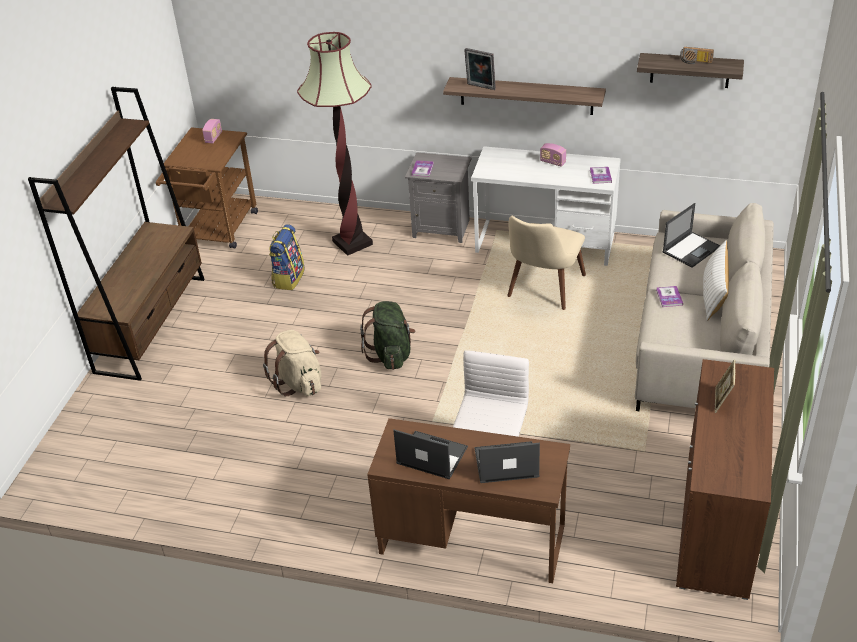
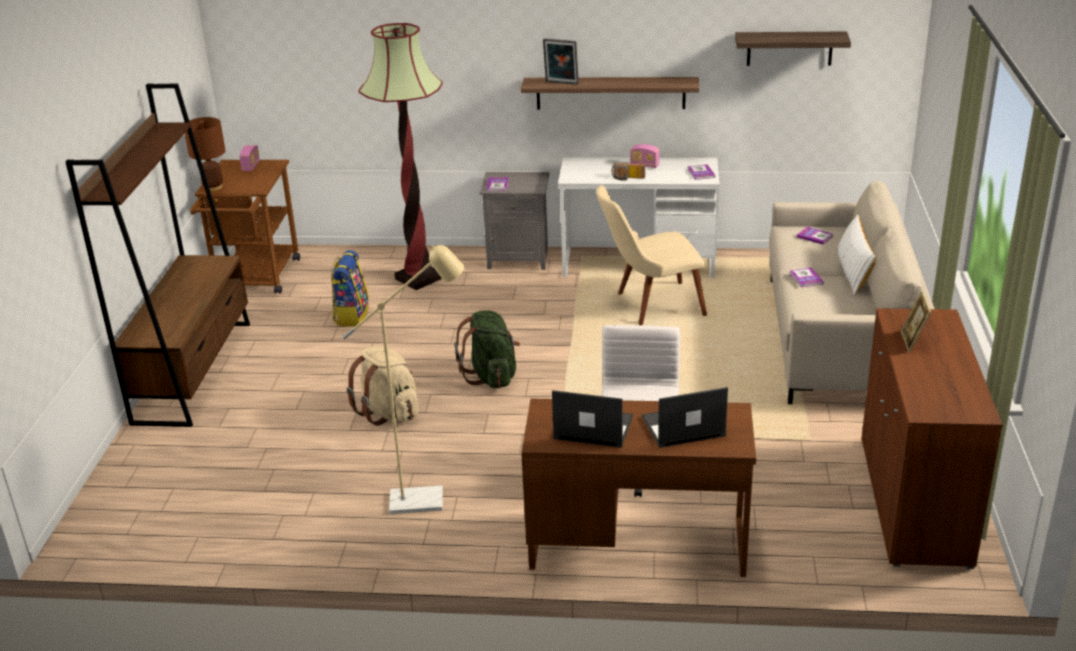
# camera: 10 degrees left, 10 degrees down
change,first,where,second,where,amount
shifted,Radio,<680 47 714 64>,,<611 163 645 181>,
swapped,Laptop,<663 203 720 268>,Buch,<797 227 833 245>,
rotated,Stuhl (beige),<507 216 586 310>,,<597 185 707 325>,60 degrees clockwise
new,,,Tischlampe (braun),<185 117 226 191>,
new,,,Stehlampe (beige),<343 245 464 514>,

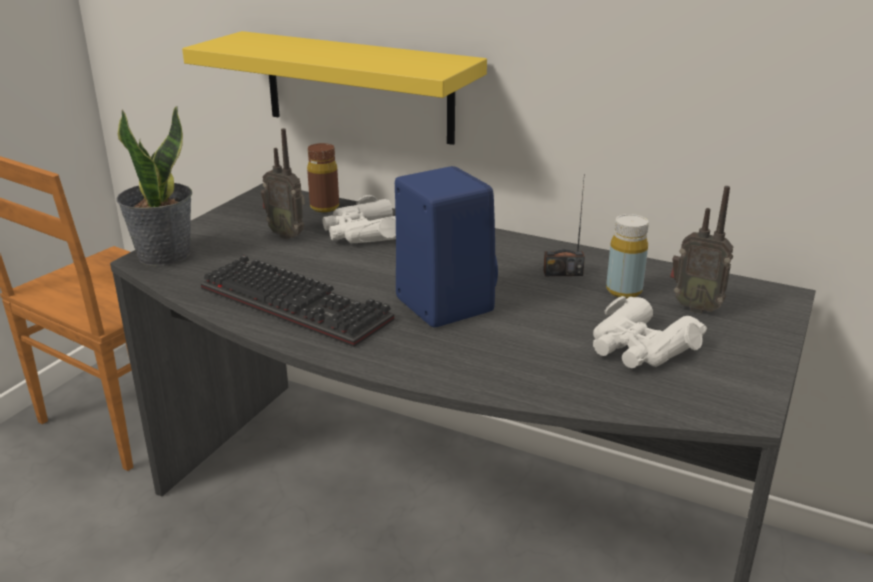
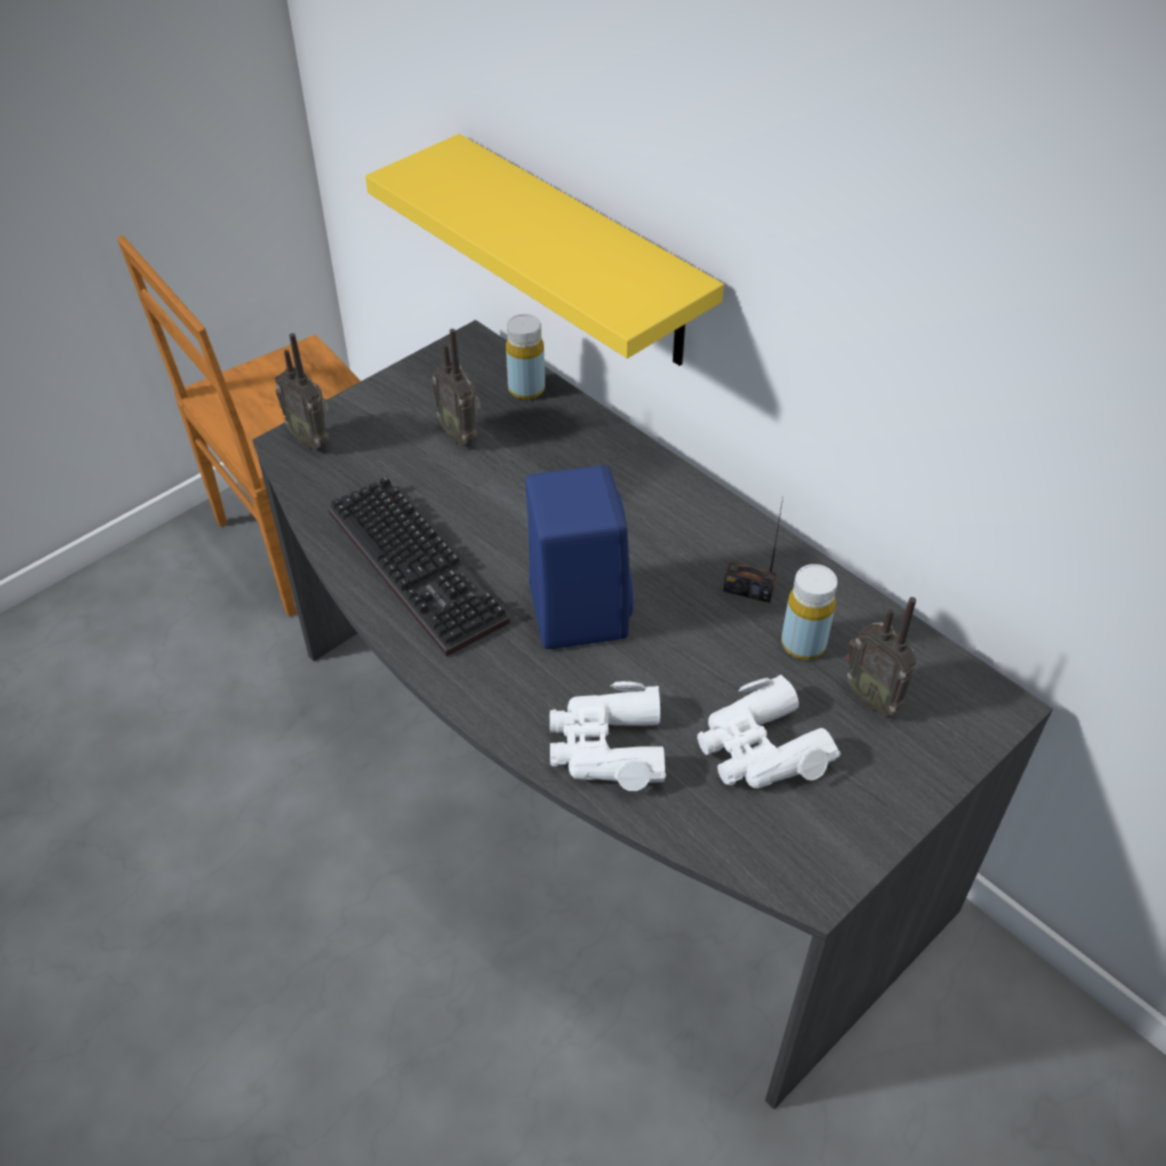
# camera: 20 degrees right, 20 degrees up
change,first,where,second,where,amount
swapped,Topfpflanze,<116 106 192 266>,Radio,<275 333 329 450>,
repainted,Flasche (braun),<307 143 339 212>,Flasche (gelb),<506 314 545 400>,
shifted,Fernglas (weiß),<322 195 396 243>,,<550 681 666 791>,

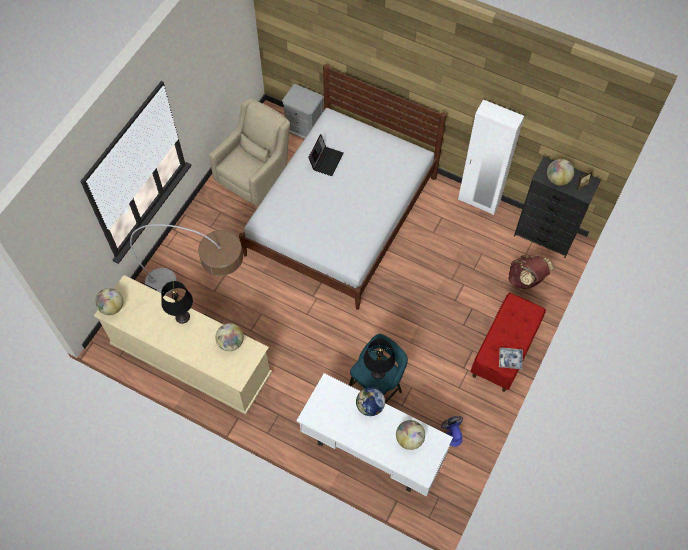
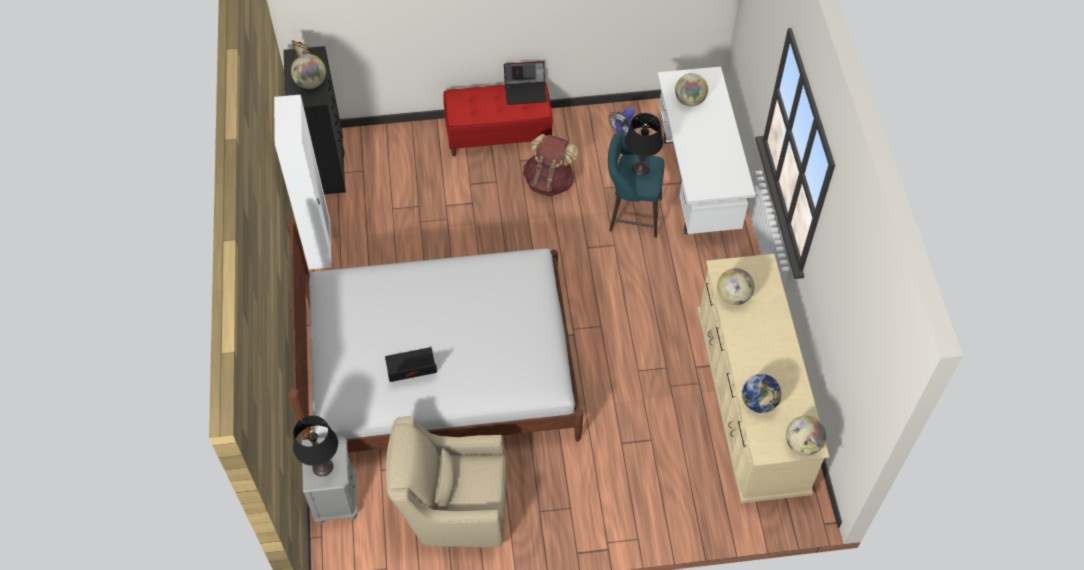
# camera: 125 degrees left, 5 degrees down
change,first,where,second,where,amount
gone,Stehlampe,<130 224 243 296>,,,
shifted,Rucksack (braun),<508 255 555 289>,,<523 134 578 197>,
shifted,Tischlampe (schwarz),<161 281 193 324>,,<293 415 338 477>,
swapped,Tablett,<499 347 523 370>,Laptop,<504 61 547 105>,
shifted,Globus,<356 387 385 416>,,<742 374 782 413>,

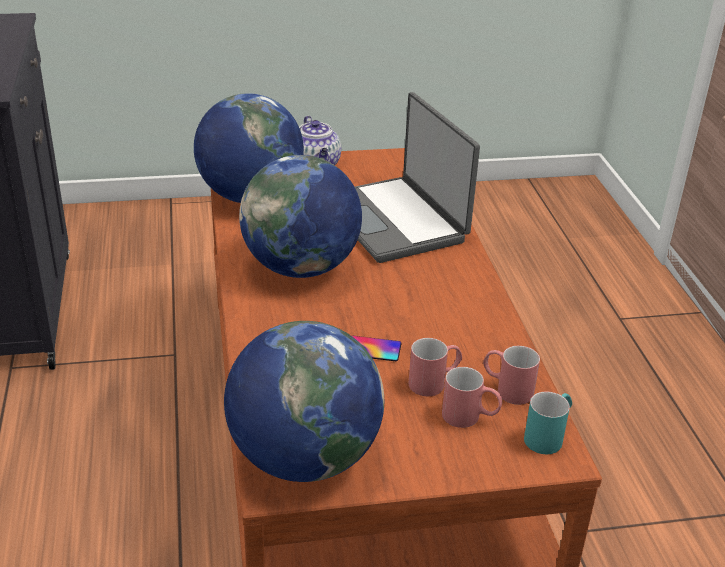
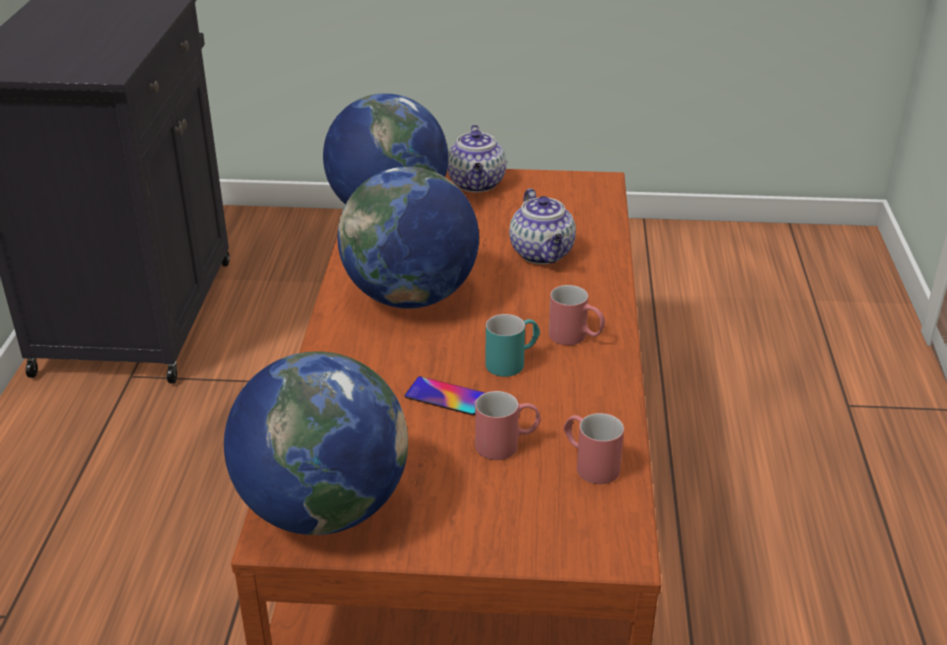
# camera: 15 degrees right, 0 degrees up
change,first,where,second,where,amount
swapped,Laptop,<355 92 480 263>,Teekanne,<509 189 576 264>,
shifted,Henkelbecher (rot),<442 367 502 428>,,<549 285 605 345>,
shifted,Henkelbecher (türkis),<524 392 572 454>,,<485 314 540 377>,

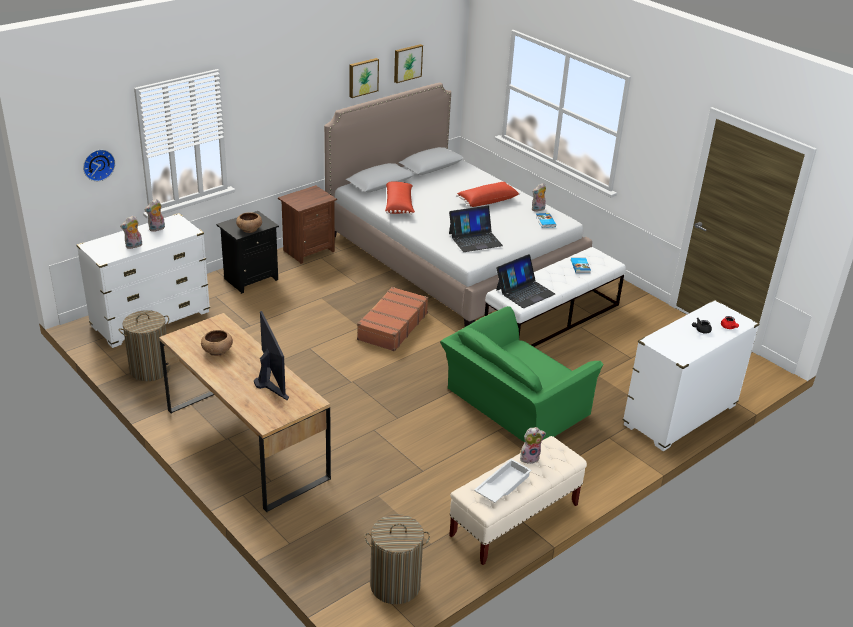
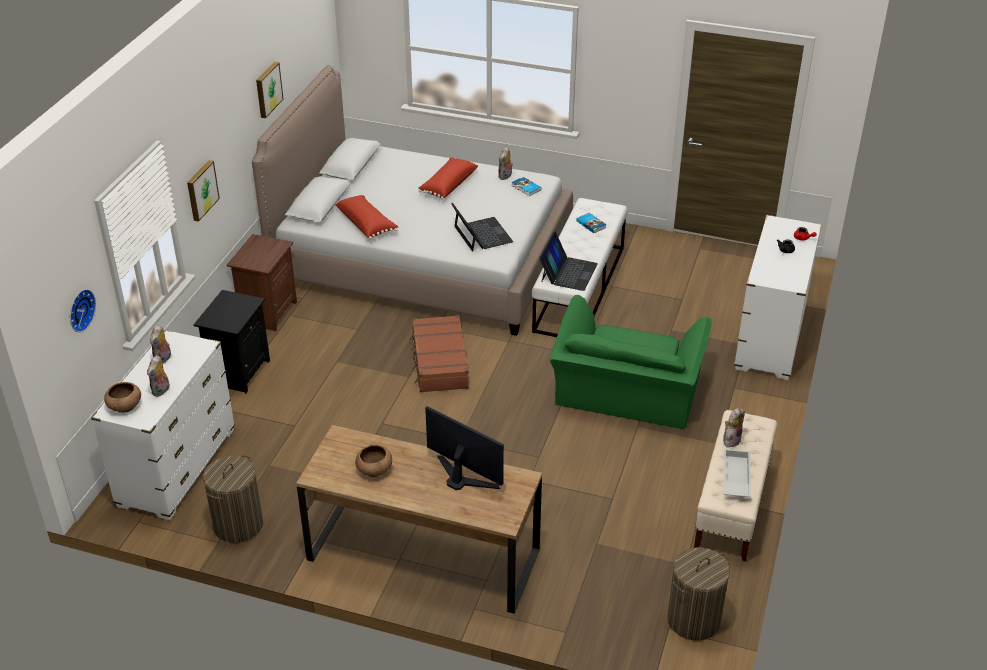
# camera: 30 degrees left, 5 degrees up
change,first,where,second,where,amount
shifted,Bild,<394 44 423 83>,,<187 160 220 222>,
rotated,Laptop,<449 206 503 252>,,<451 203 513 252>,60 degrees counterclockwise
shifted,Schüssel (braun),<236 212 262 233>,,<104 382 141 413>,

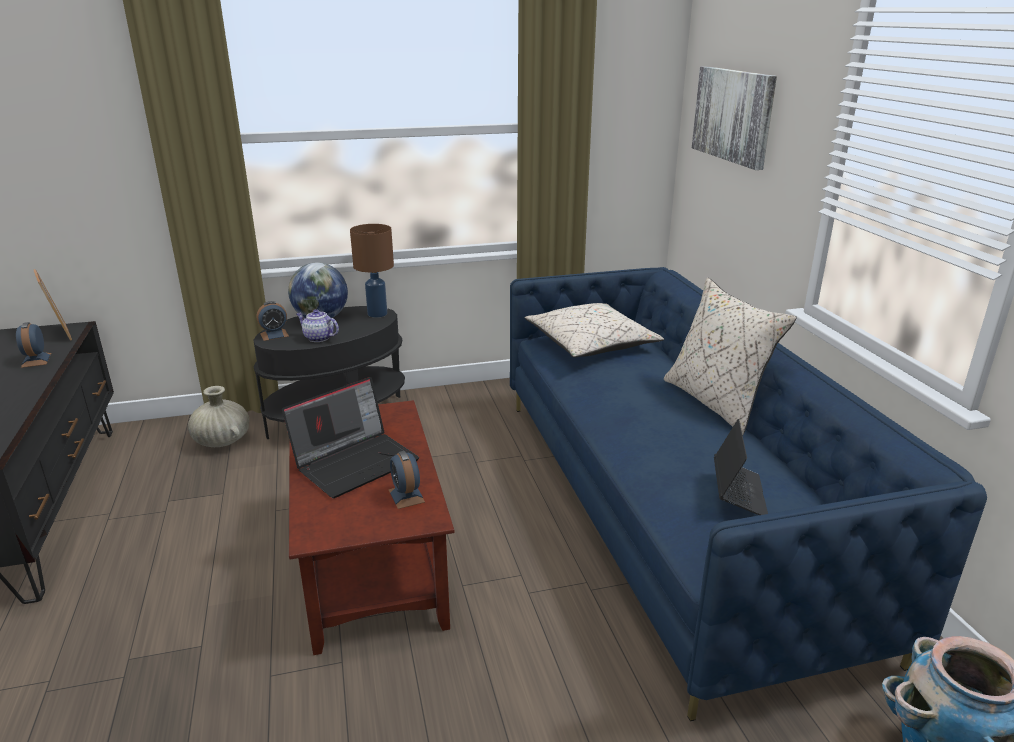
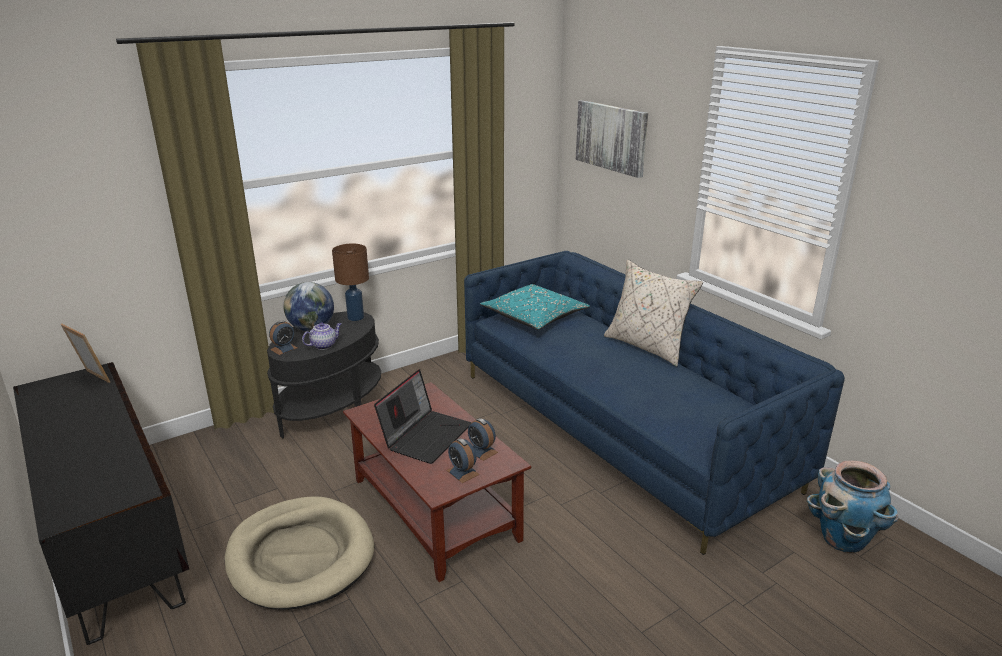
# camera: 20 degrees left, 0 degrees up
change,first,where,second,where,amount
repainted,Kissen (beige),<525 303 664 358>,Kissen (türkis),<480 284 590 330>,
rotated,Teekanne,<297 309 339 342>,,<302 323 341 350>,135 degrees clockwise
shifted,Wecker,<16 322 51 368>,,<446 438 479 483>,
gone,Vase (beige),<188 386 249 447>,,,
gone,Laptop,<714 419 768 515>,,,
new,,,Hundebett (beige),<224 496 374 609>,

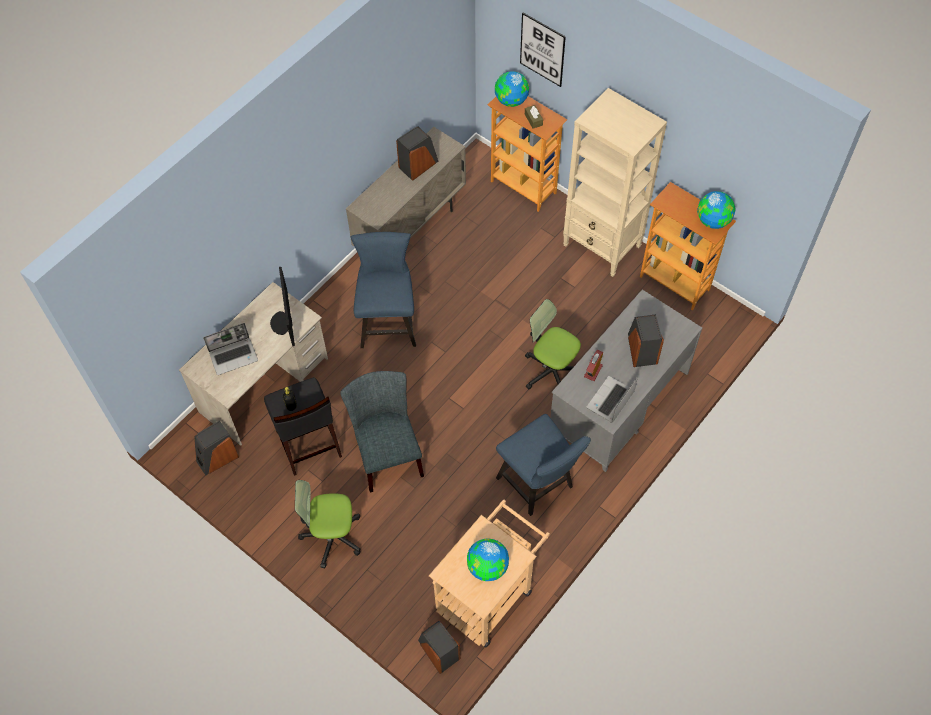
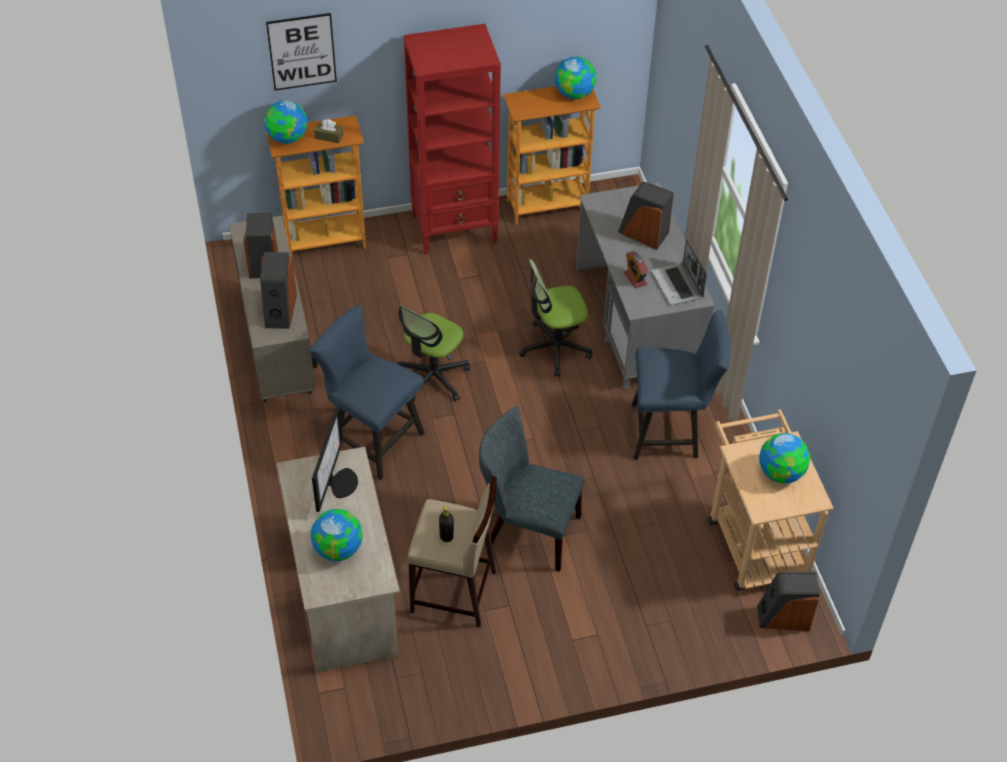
# camera: 55 degrees left, 10 degrees down
change,first,where,second,where,amount
repainted,Bücherregal (beige),<563 88 667 277>,Bücherregal (rot),<404 24 501 254>,
rotated,Monitor,<270 267 295 346>,,<312 406 358 512>,105 degrees counterclockwise
swapped,Laptop,<203 323 258 375>,Globus,<311 509 363 561>,
repainted,Hocker (schwarz),<264 377 342 476>,Hocker (beige),<407 476 497 627>,
shifted,Lautsprecher,<194 420 239 475>,,<260 252 297 329>,
shifted,Bürostuhl,<295 480 360 569>,,<396 305 470 401>,

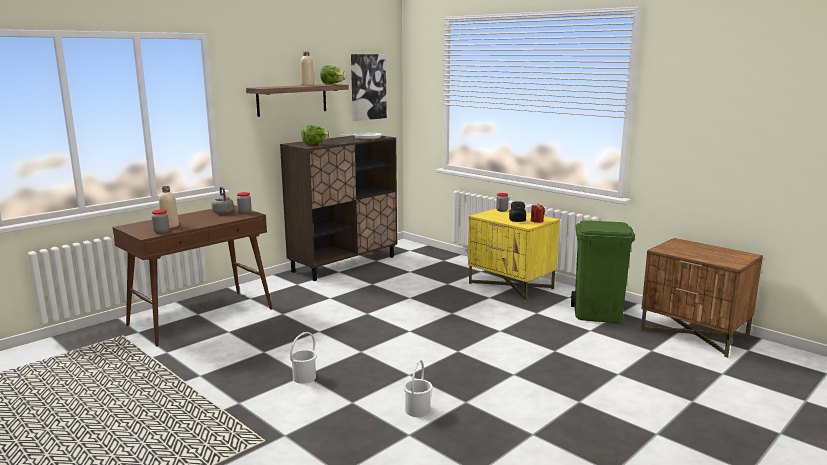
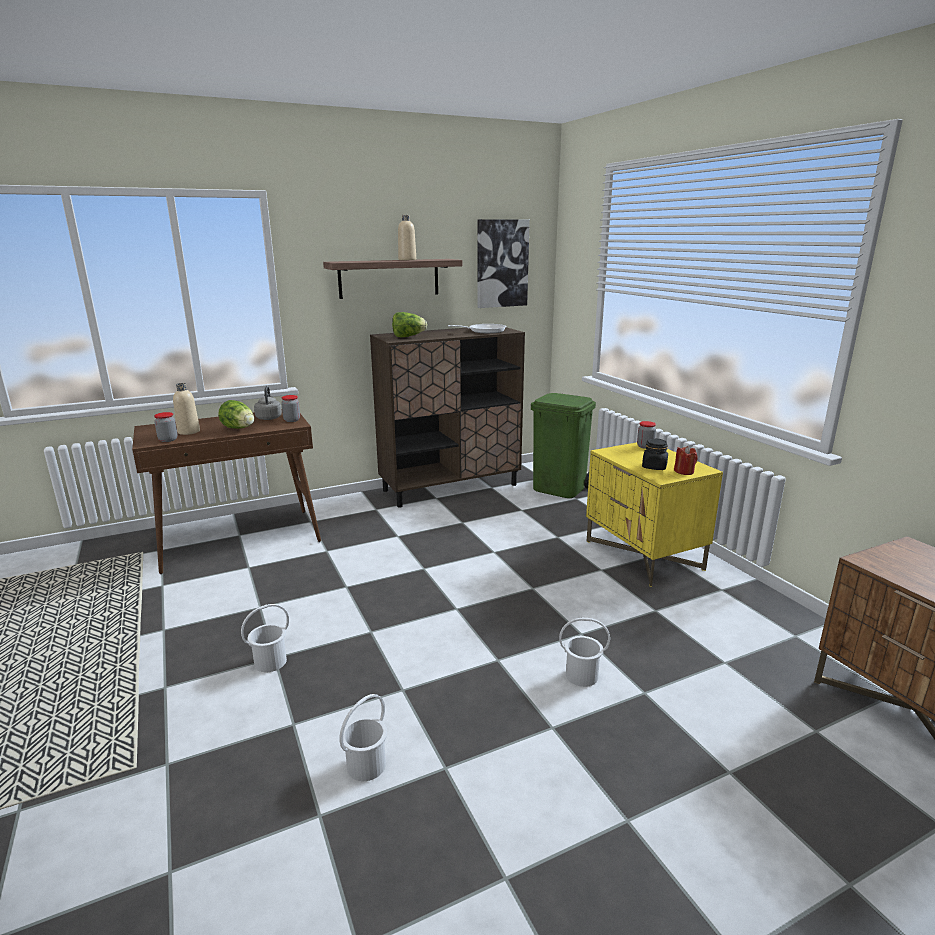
# camera: 20 degrees right, 5 degrees up
change,first,where,second,where,amount
shifted,Salatkopf,<320 65 347 84>,,<218 400 254 429>,
shifted,Mülleimer (grün),<571 220 635 323>,,<531 393 596 498>,
new,,,Eimer (weiß),<559 618 610 687>,

